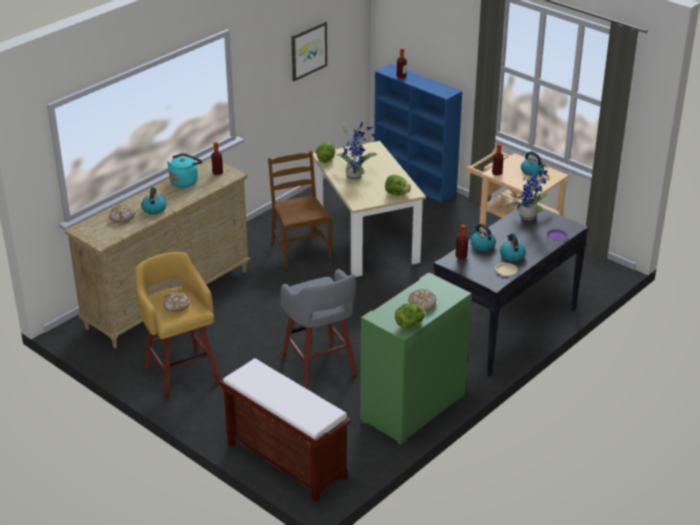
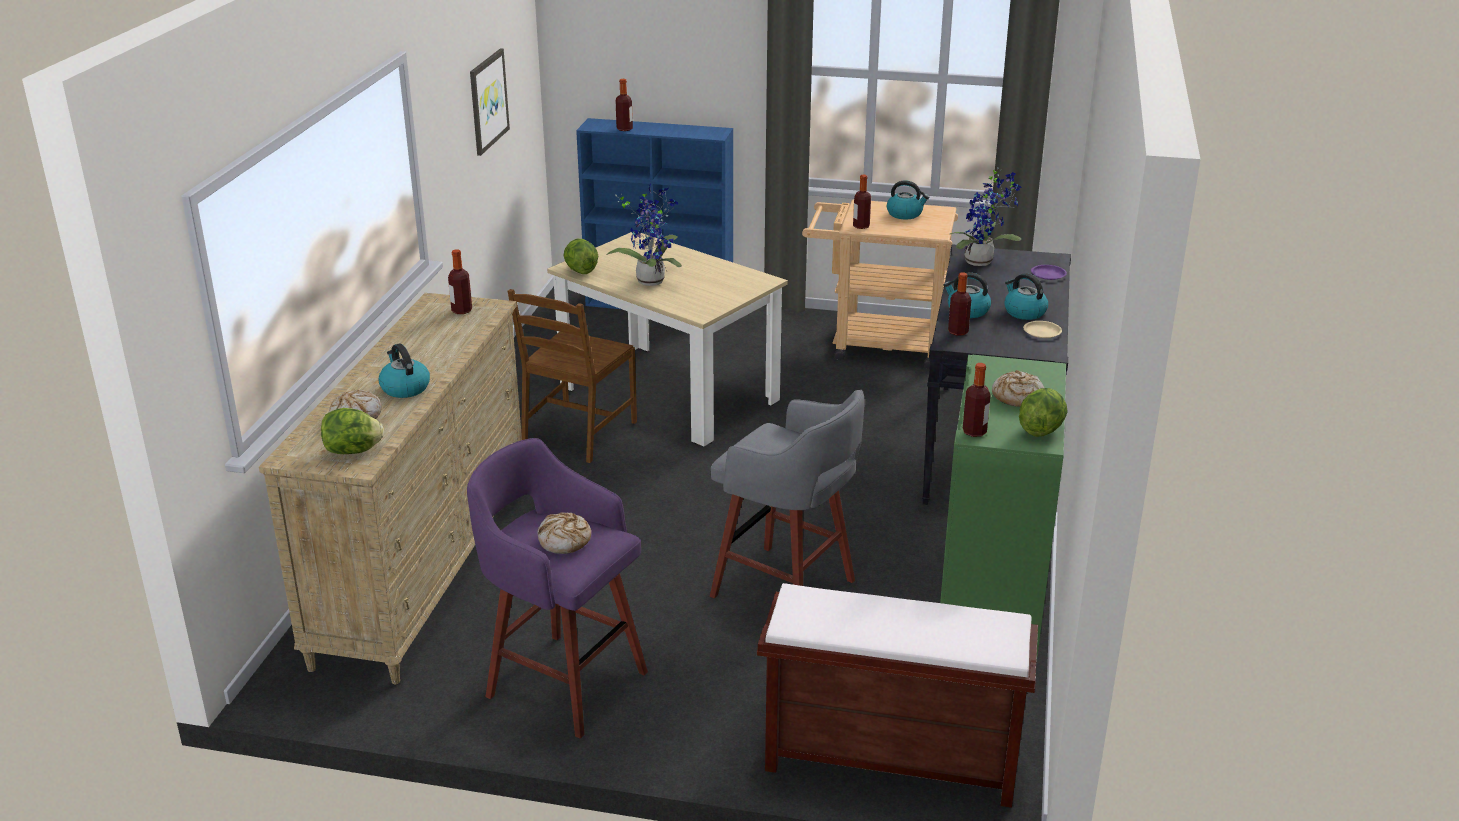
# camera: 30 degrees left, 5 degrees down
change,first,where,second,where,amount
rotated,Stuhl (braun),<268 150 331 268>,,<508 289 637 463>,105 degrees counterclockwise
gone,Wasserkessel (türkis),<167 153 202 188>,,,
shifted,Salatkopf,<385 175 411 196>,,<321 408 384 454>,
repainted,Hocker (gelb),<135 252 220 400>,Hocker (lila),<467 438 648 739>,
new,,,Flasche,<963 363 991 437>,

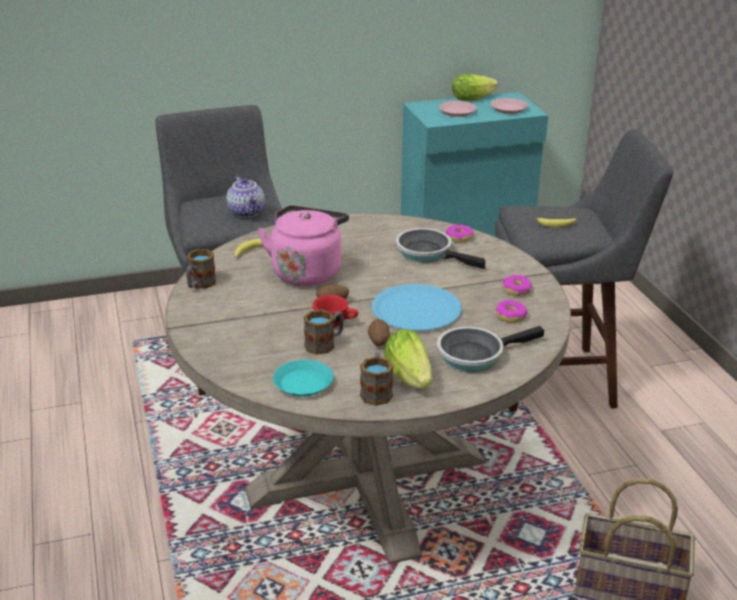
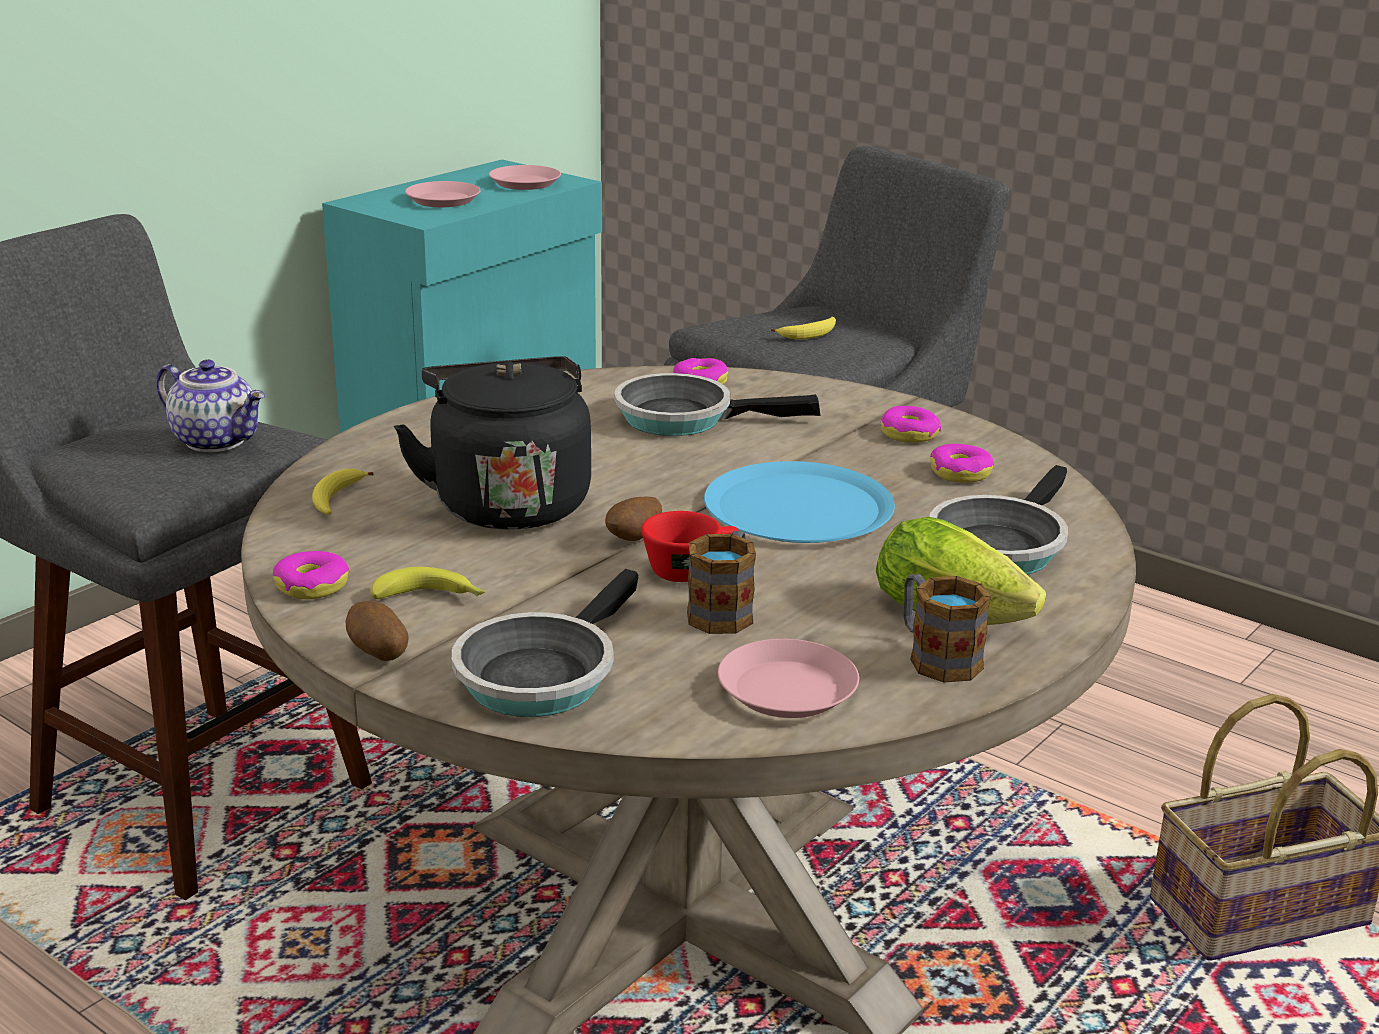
# camera: 35 degrees left, 5 degrees down
change,first,where,second,where,amount
gone,Salatkopf,<452 74 498 101>,,,
repainted,Wasserkessel (rosa),<258 205 349 286>,Wasserkessel (schwarz),<394 356 591 530>,
swapped,Henkelbecher,<186 249 216 288>,Donut,<273 551 350 599>,
shifted,Kartoffel,<368 319 390 346>,,<346 601 408 661>,
repainted,Teller (türkis),<273 360 334 397>,Teller (rosa),<718 639 859 718>,
new,,,Banane,<370 567 485 599>,
new,,,Pfanne,<452 569 639 717>,

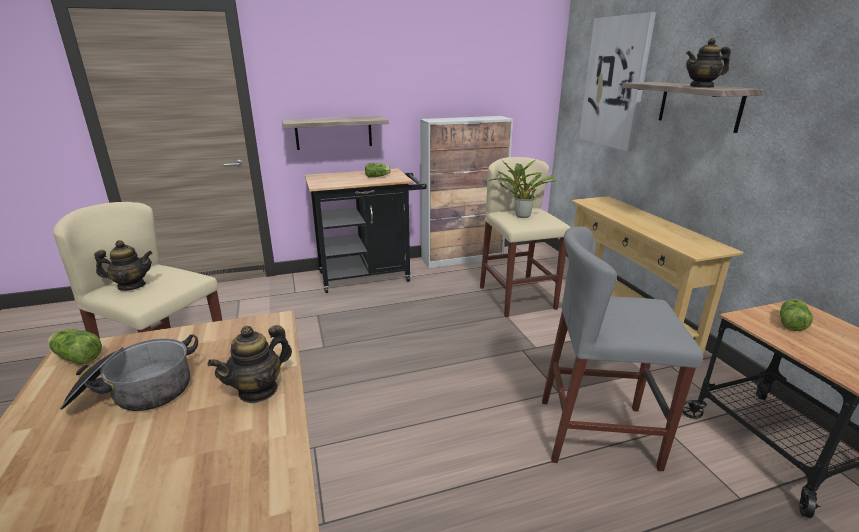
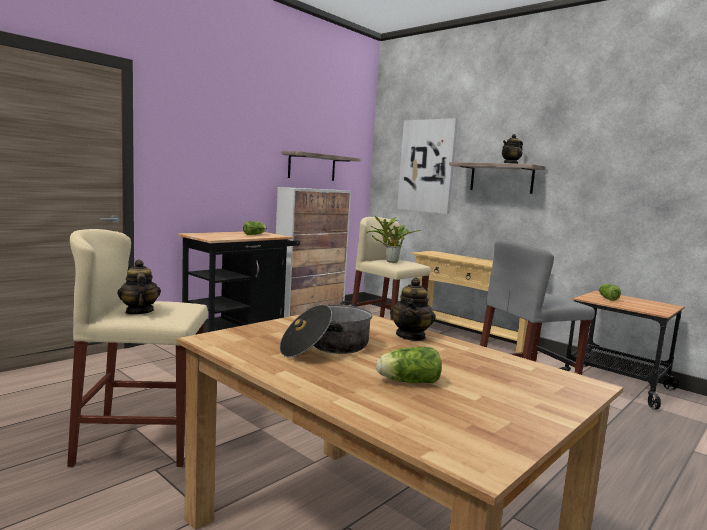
# camera: 30 degrees left, 15 degrees down
change,first,where,second,where,amount
shifted,Wandregal,<282 116 389 150>,,<281 151 361 181>,
rotated,Teekanne,<94 240 153 291>,,<118 259 161 315>,75 degrees counterclockwise
shifted,Salatkopf,<48 329 102 365>,,<376 347 442 383>,

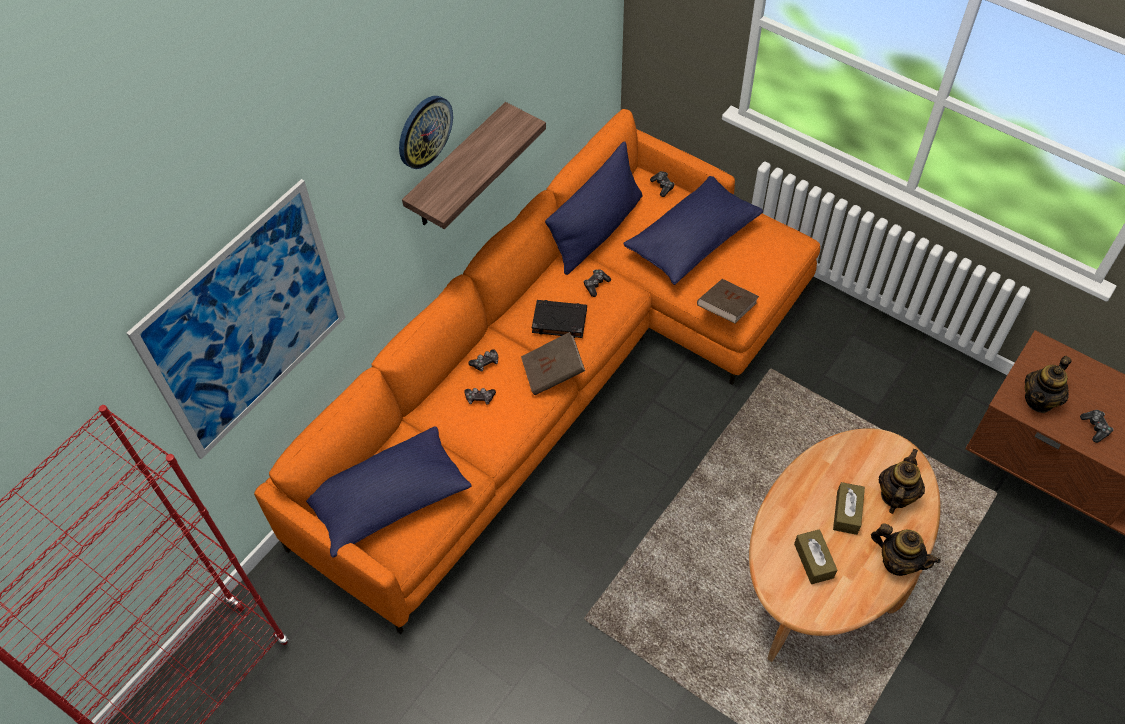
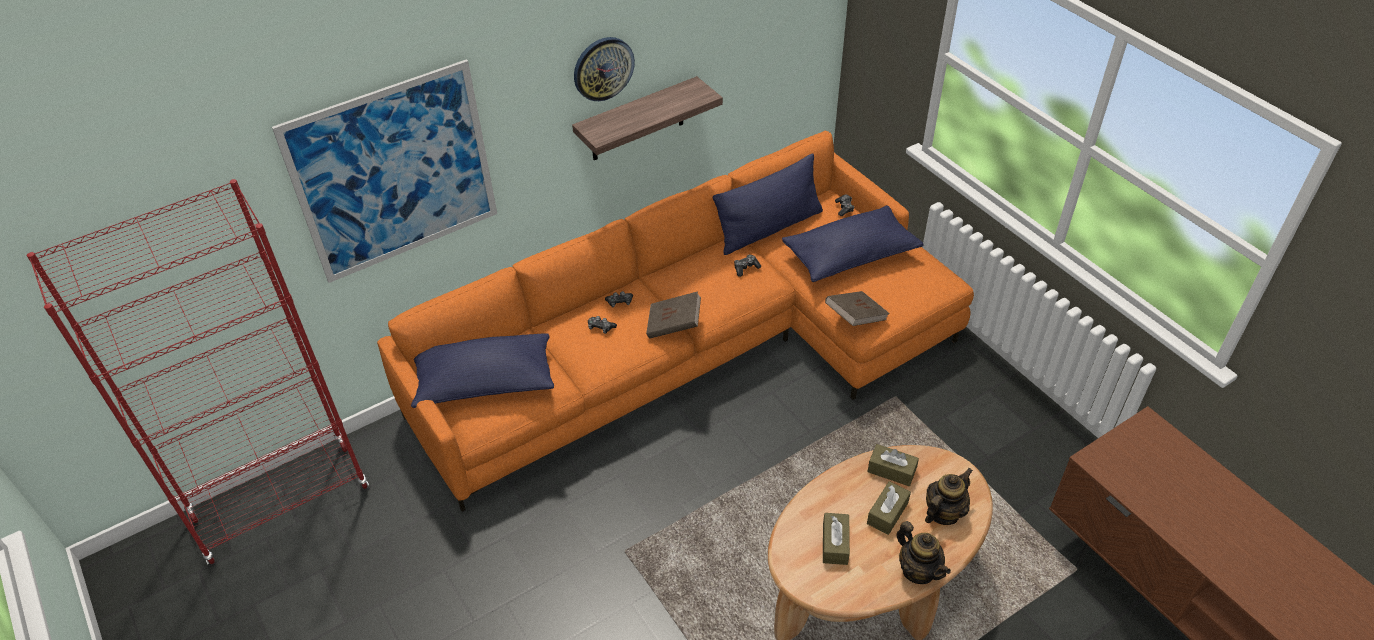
# camera: 20 degrees right, 10 degrees down
change,first,where,second,where,amount
gone,Buch (schwarz),<532 300 587 338>,,,
gone,Teekanne,<1025 356 1072 413>,,,
gone,Gamepad,<1080 410 1113 443>,,,
new,,,Taschentuchbox (braun),<867 444 919 486>,

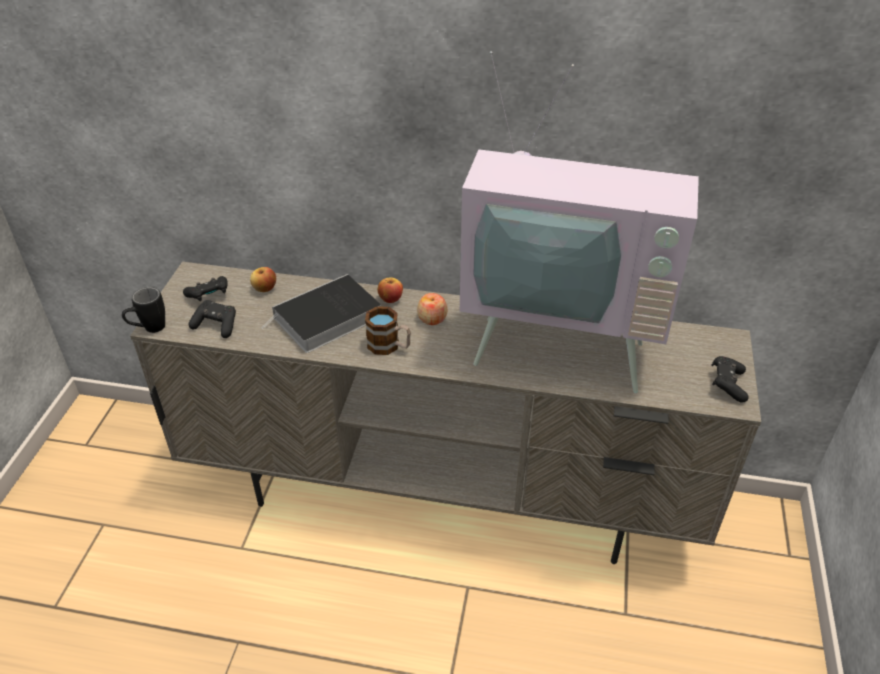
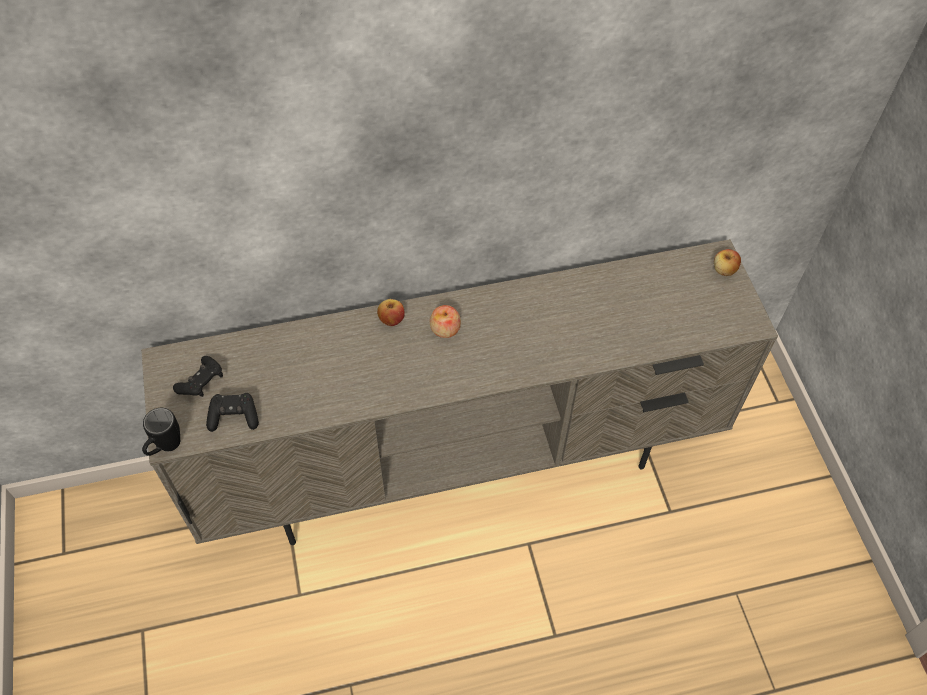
# camera: 25 degrees left, 15 degrees up
change,first,where,second,where,amount
gone,Fernseher,<460 51 699 393>,,,
shifted,Apfel,<250 267 276 292>,,<714 249 741 276>,
gone,Buch,<261 274 381 353>,,,
gone,Henkelbecher,<365 306 411 355>,,,
gone,Gamepad (schwarz),<711 356 748 403>,,,

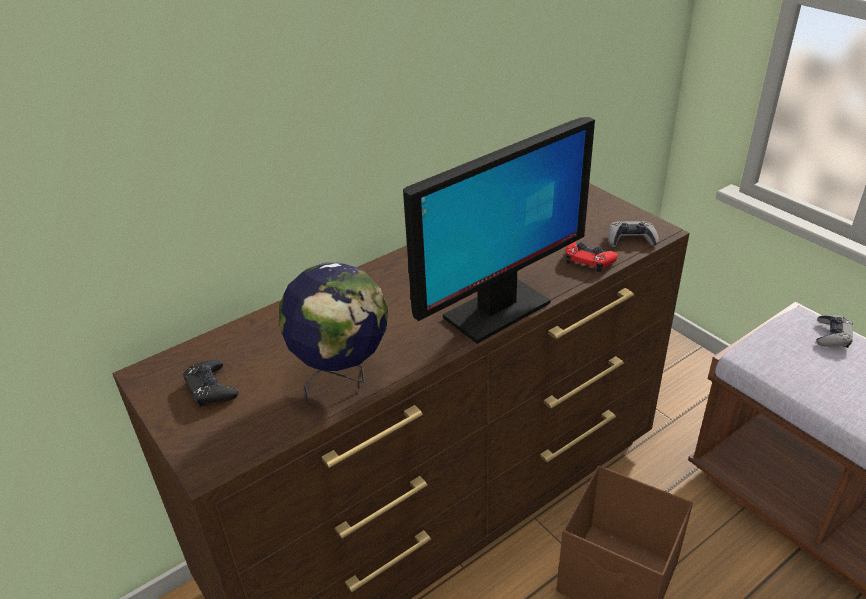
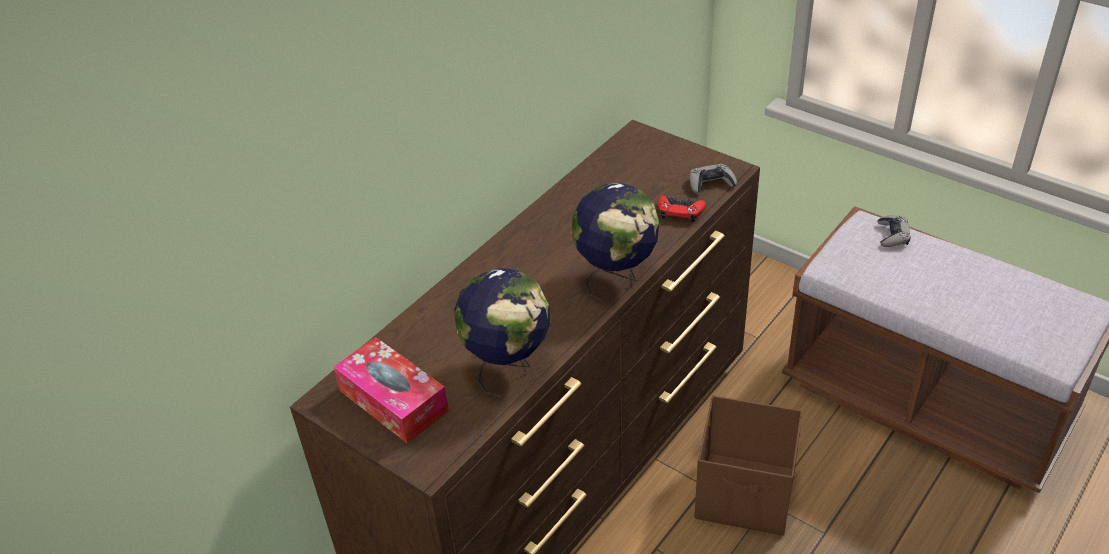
# camera: 15 degrees left, 5 degrees up
change,first,where,second,where,amount
swapped,Monitor,<403 117 595 344>,Globus,<572 182 659 301>,
swapped,Gamepad (schwarz),<183 360 238 407>,Taschentuchbox,<334 337 449 444>,

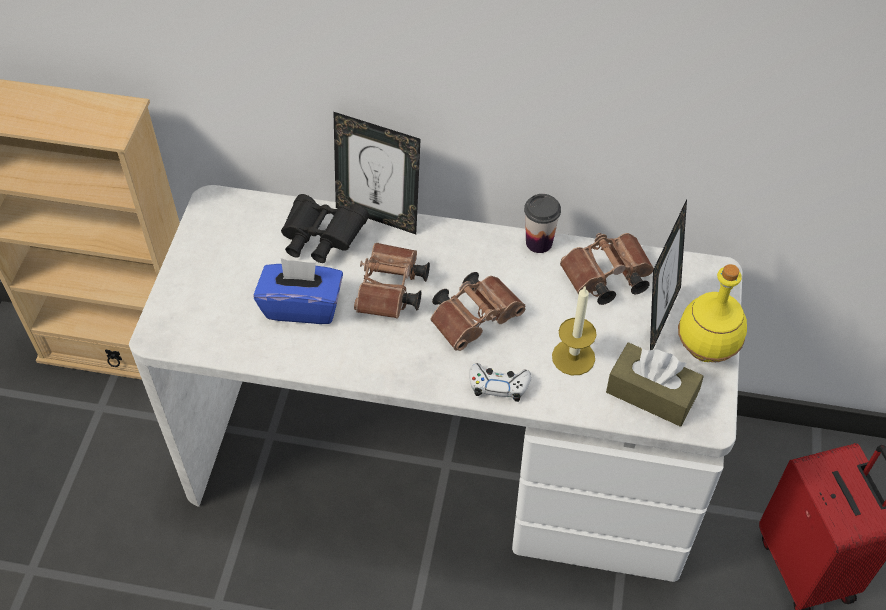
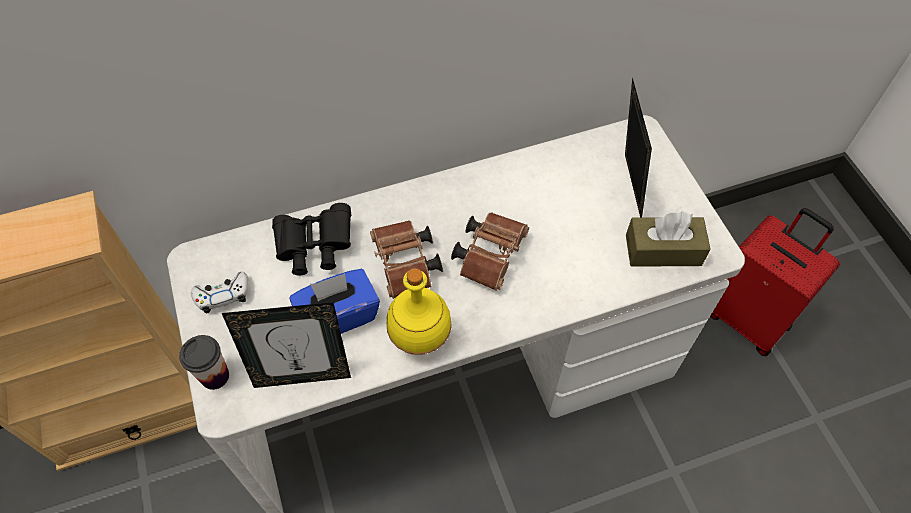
# camera: 30 degrees left, 5 degrees up
change,first,where,second,where,amount
shifted,Bilderrahmen,<333 112 421 234>,,<222 302 351 388>,
shifted,Tasse,<524 194 561 253>,,<179 335 229 390>,
gone,Fernglas (braun),<560 233 654 305>,,,
shifted,Flasche (gelb),<678 264 747 362>,,<387 268 452 355>,
gone,Kerze,<552 287 597 375>,,,
shifted,Gamepad (weiß),<469 363 531 402>,,<191 272 248 314>,

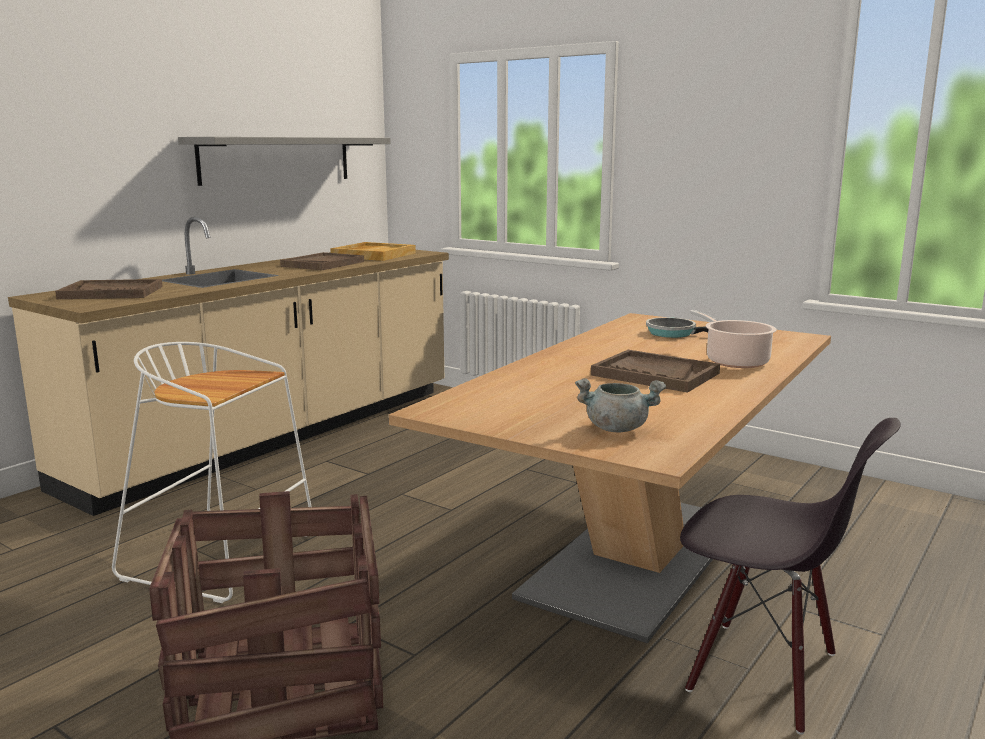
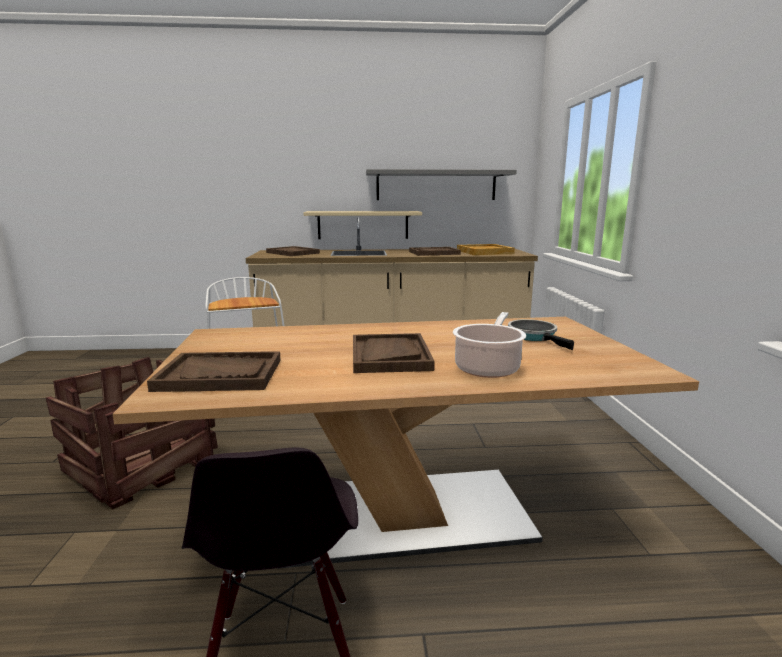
# camera: 50 degrees right, 0 degrees up
change,first,where,second,where,amount
swapped,Kochtopf (grau),<575 378 666 432>,Tablett (braun),<147 351 281 392>,
new,,,Wandregal (beige),<303 211 422 239>,

